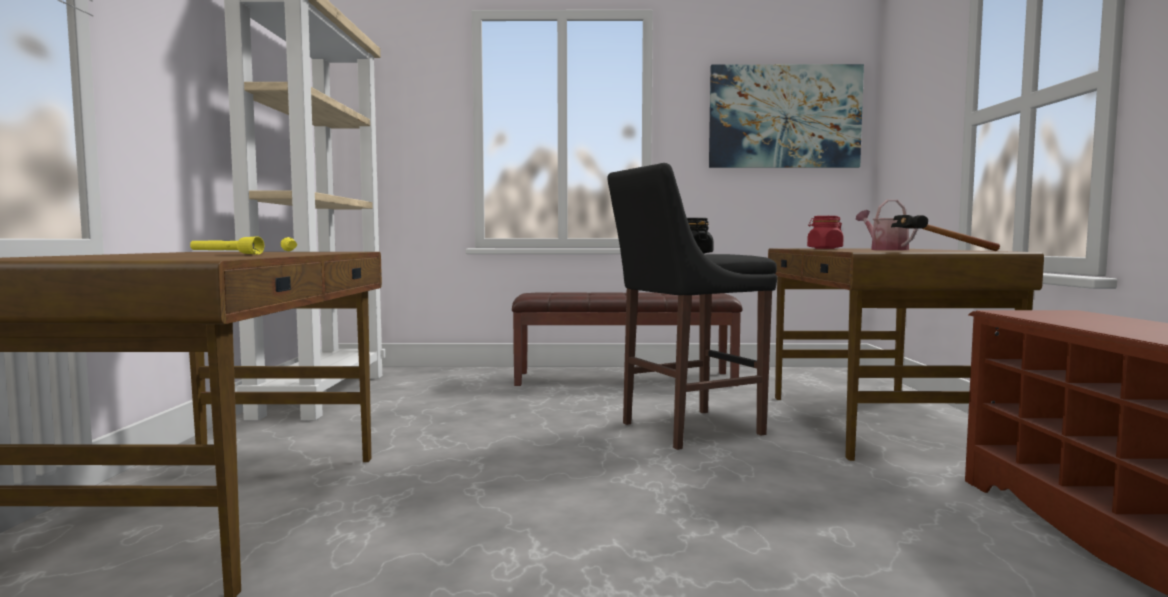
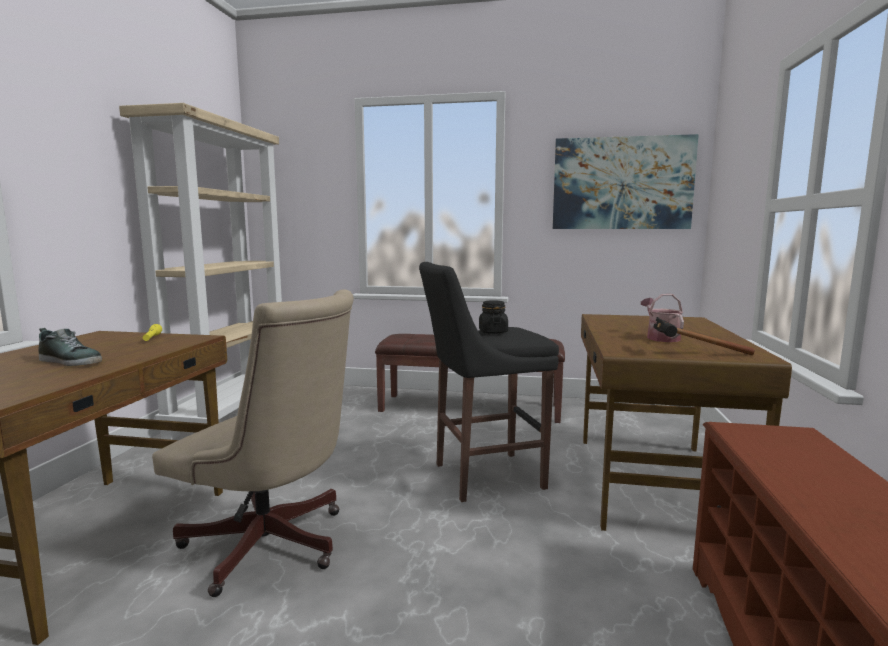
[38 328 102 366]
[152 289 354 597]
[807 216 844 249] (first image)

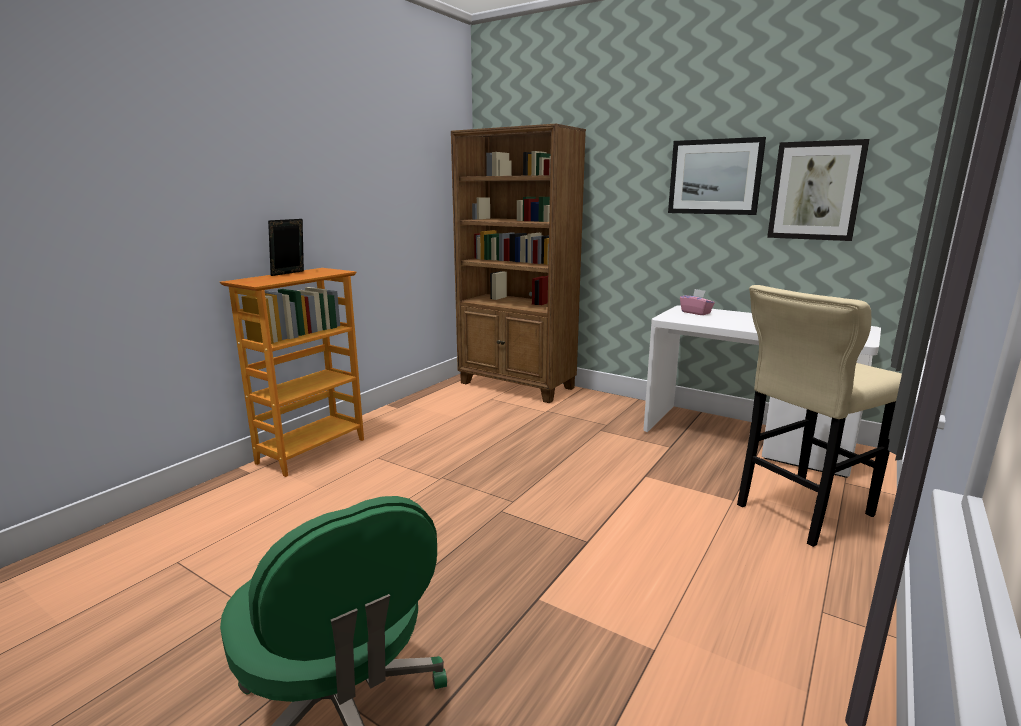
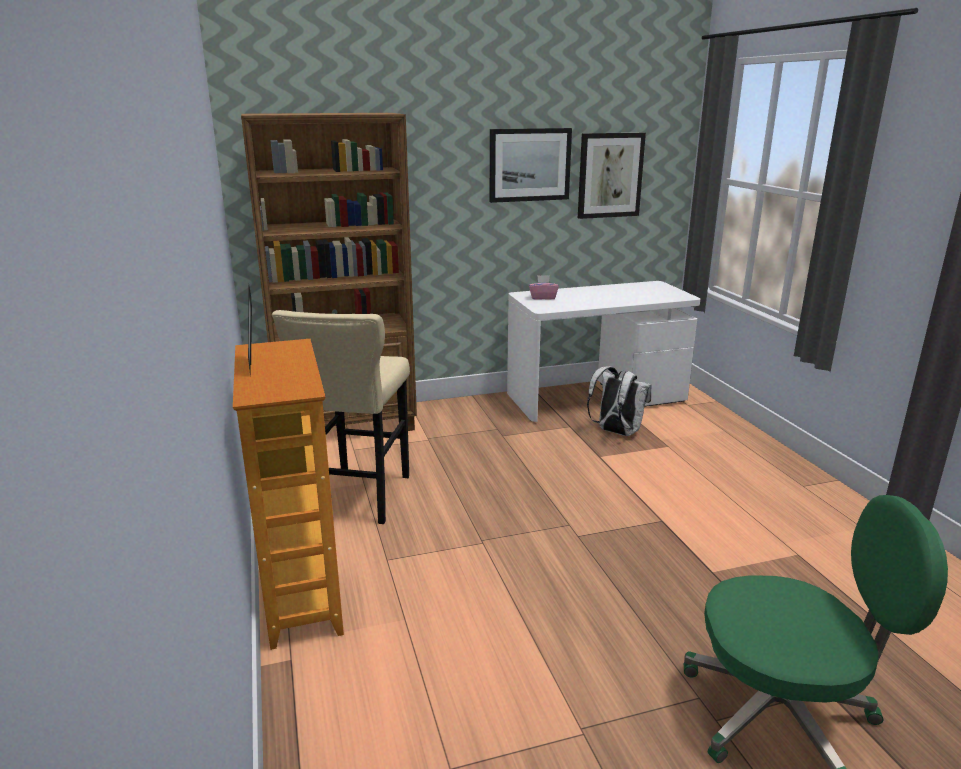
[272 310 410 524]
[587 366 652 436]

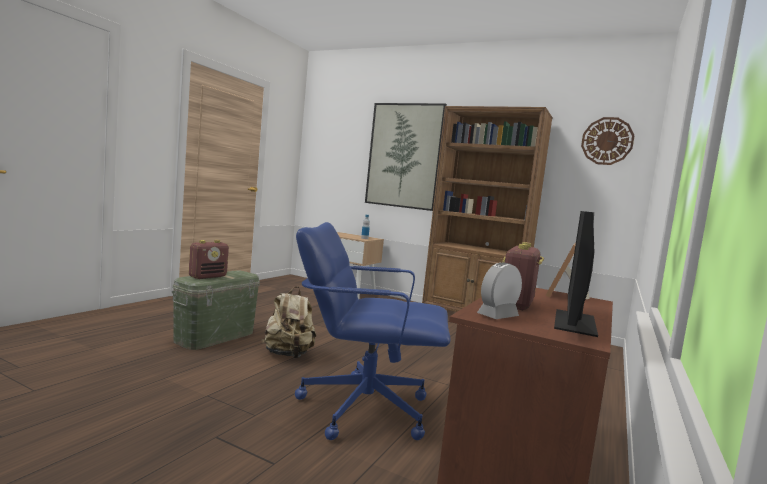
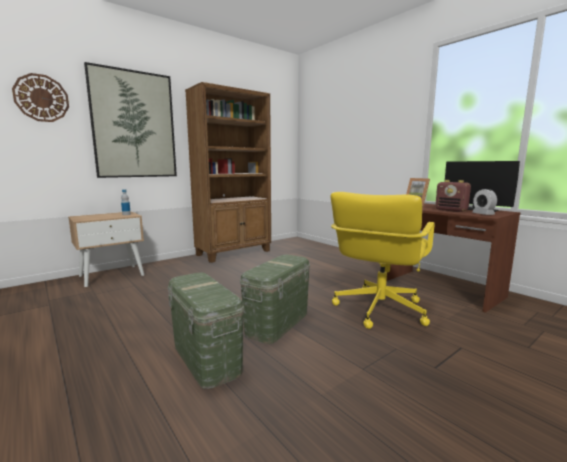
[12 73 69 122]
[240 255 310 344]
[331 192 435 329]
[189 240 229 279] (first image)

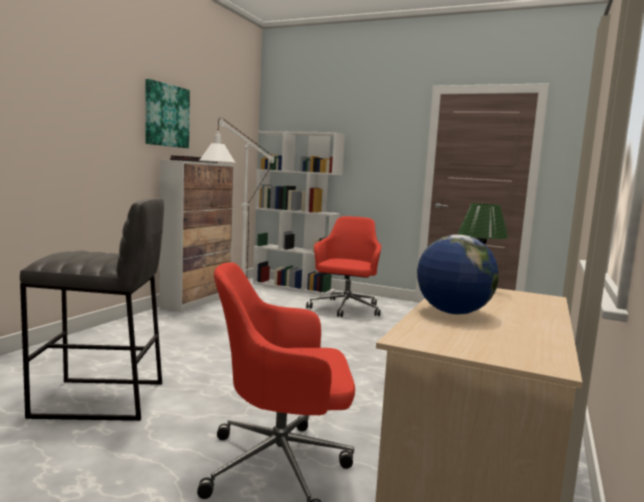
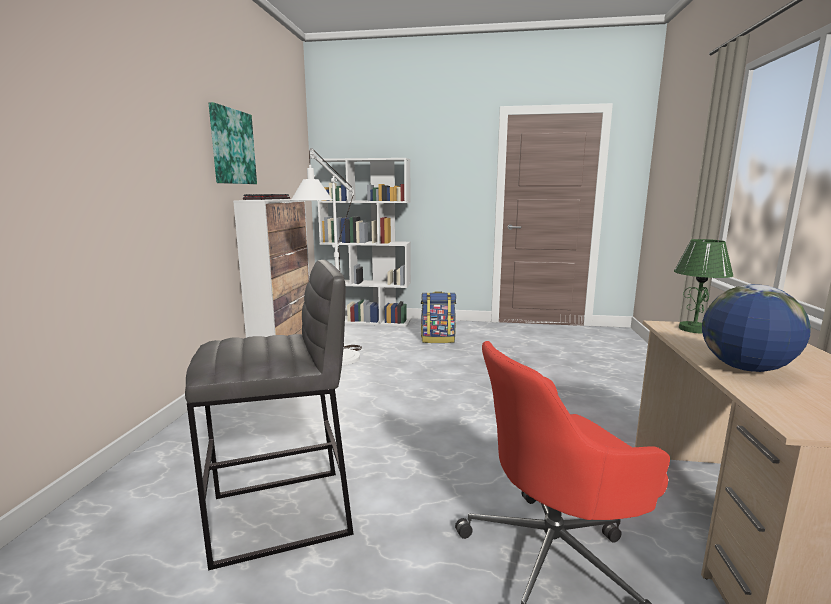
[421 291 456 343]

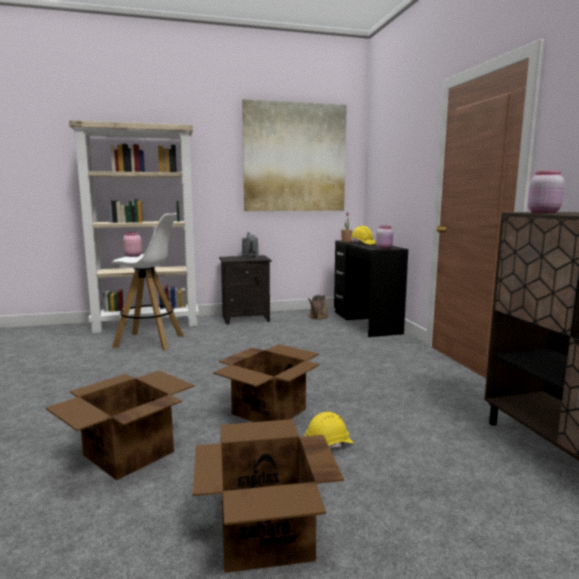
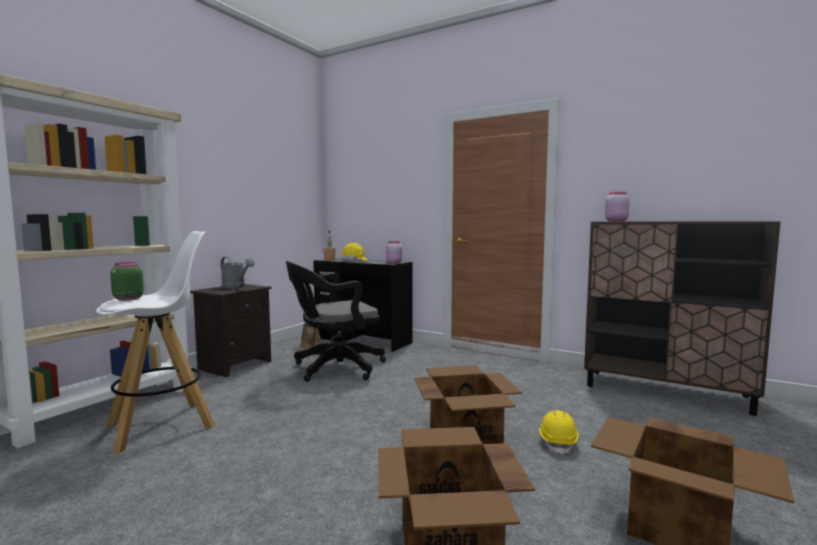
[110 262 144 301]
[286 261 386 382]
[242 99 347 211] (first image)

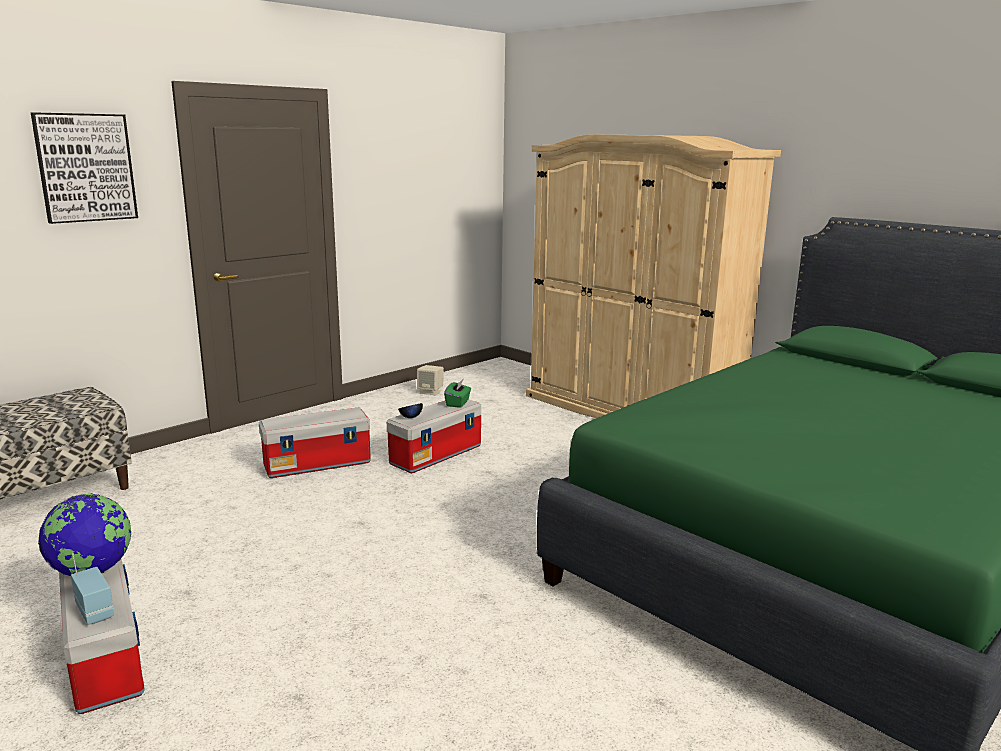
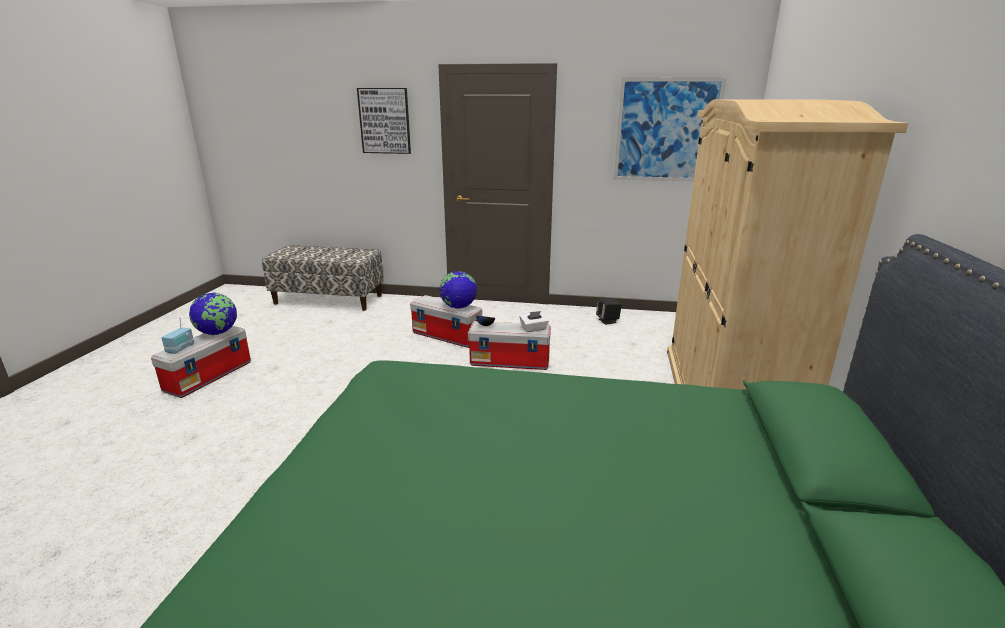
[439 271 477 309]
[520 311 549 332]
[596 298 622 325]
[614 77 727 182]

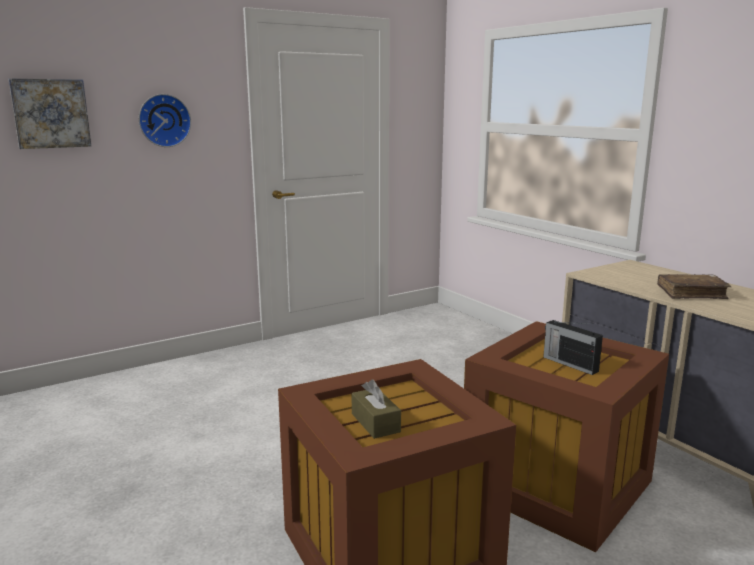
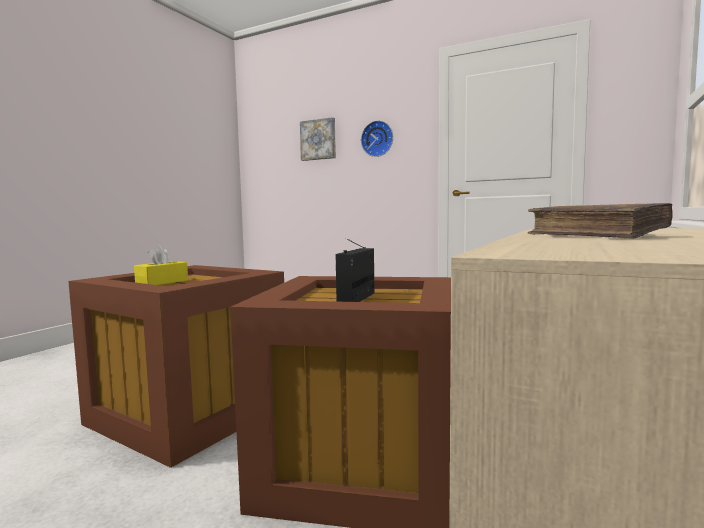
[134 245 188 285]

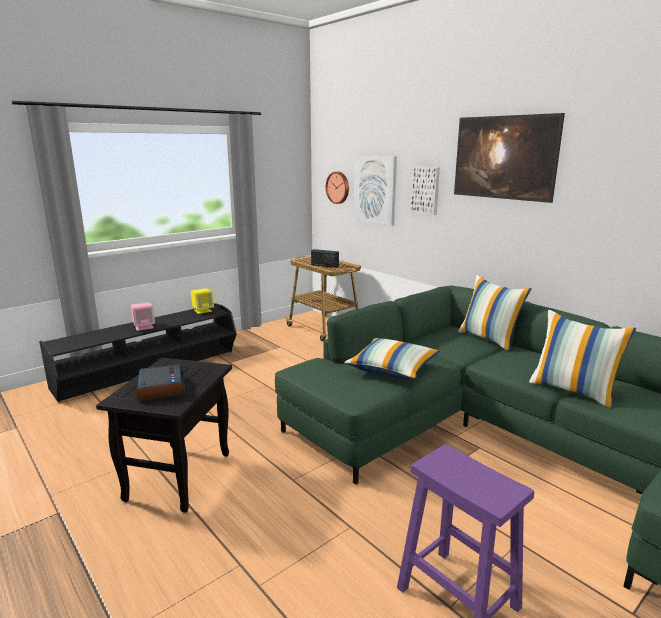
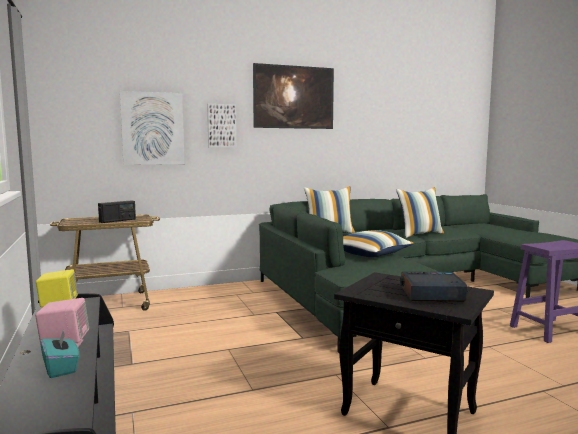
[40 331 79 378]
[326 172 349 204] (first image)

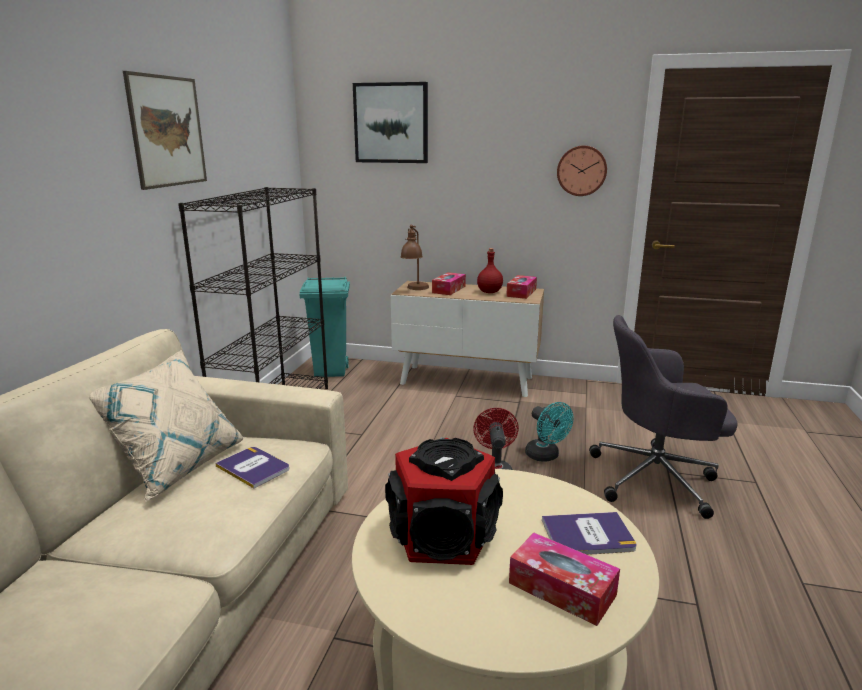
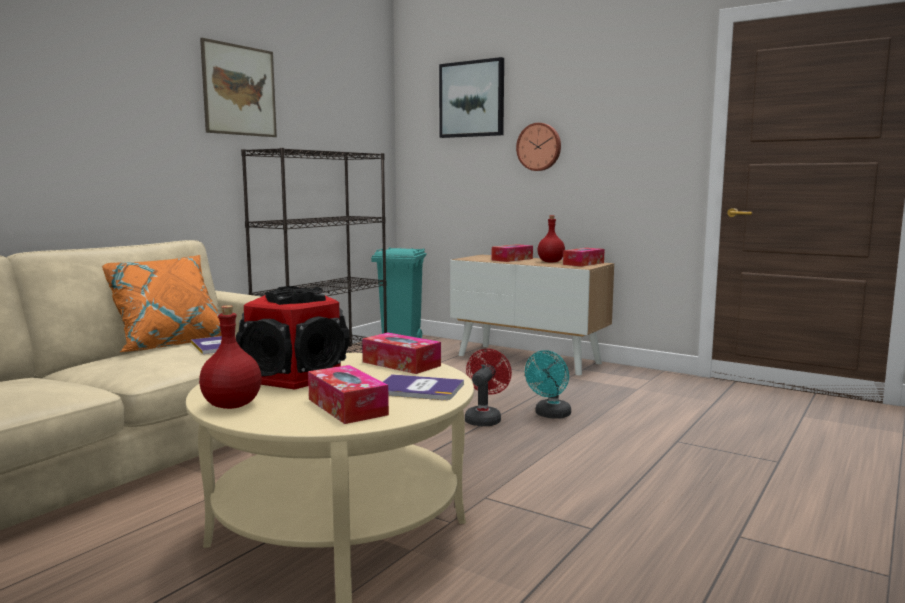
[102 255 222 352]
[199 305 262 409]
[362 333 441 374]
[516 123 561 171]
[525 350 571 419]
[400 225 429 290] (first image)
[589 315 738 519] (first image)

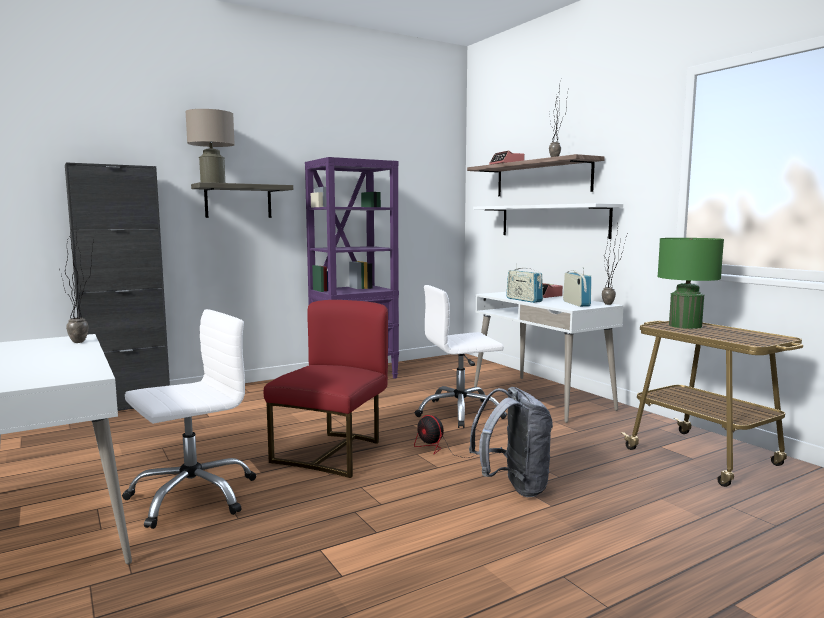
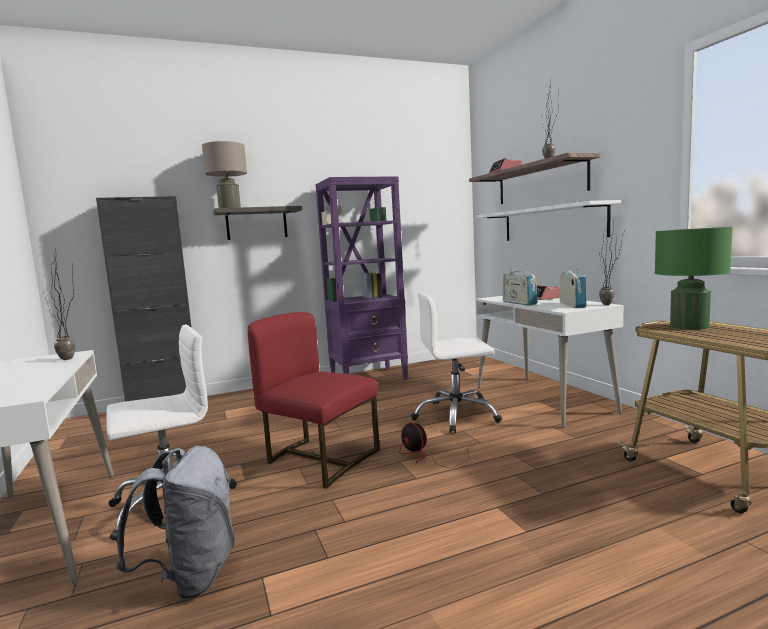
[116 446 235 600]
[248 312 380 489]

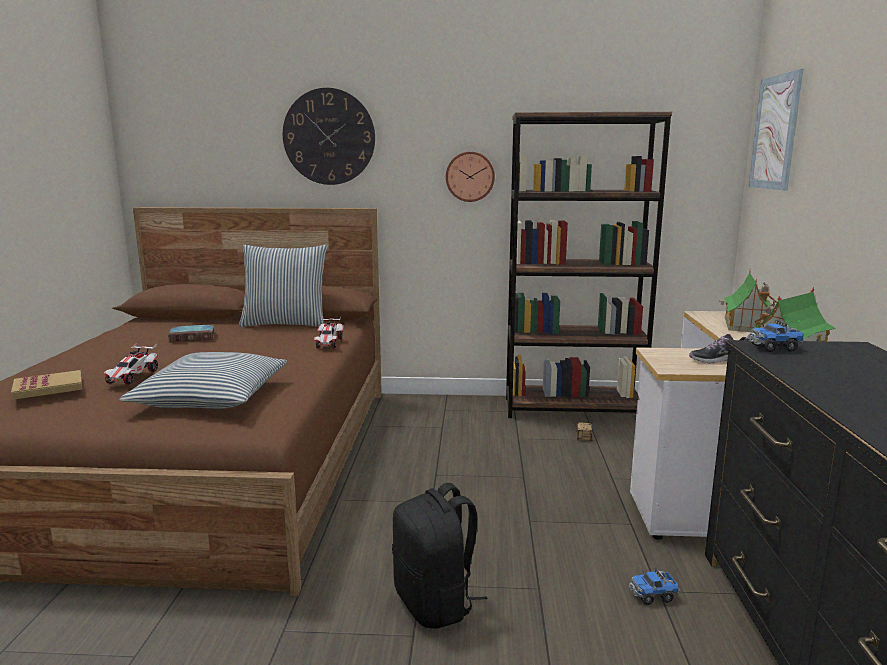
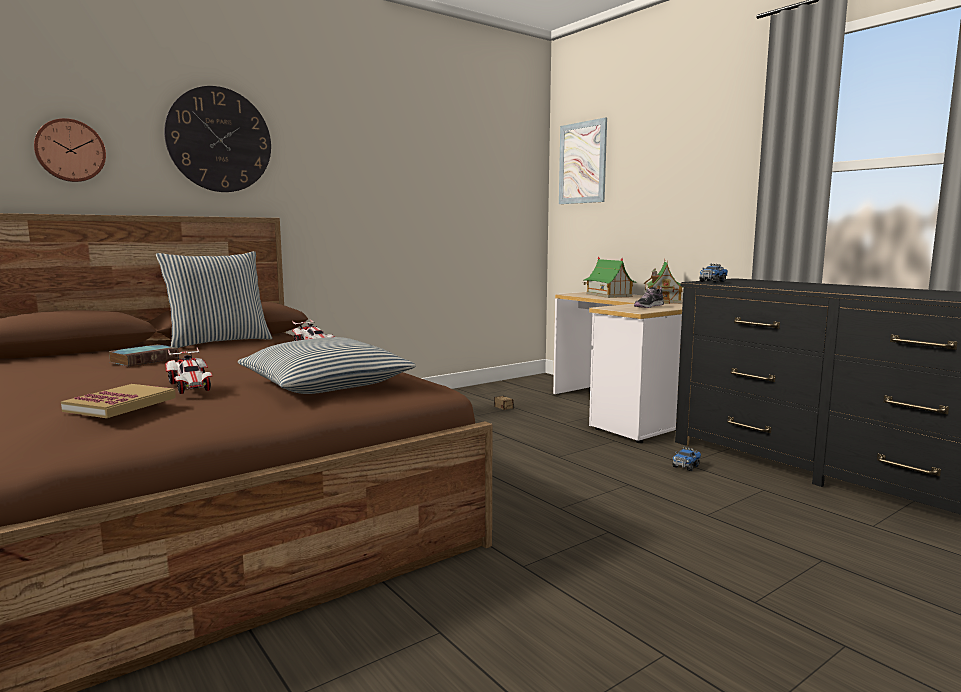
[34 118 106 182]
[392 483 488 629] (first image)
[506 112 672 418] (first image)

